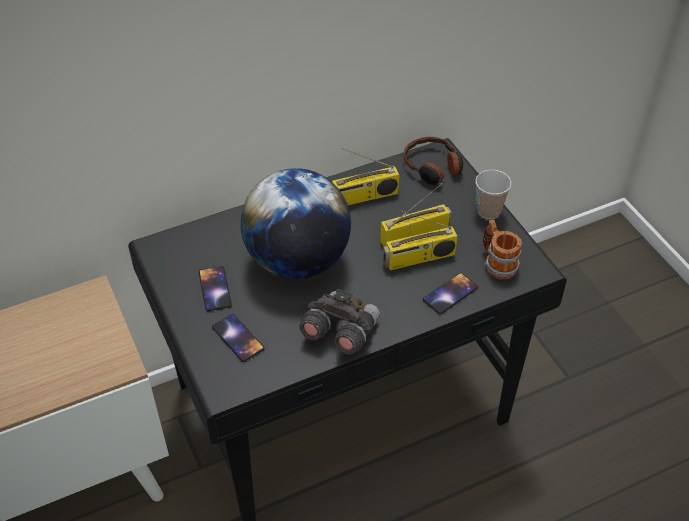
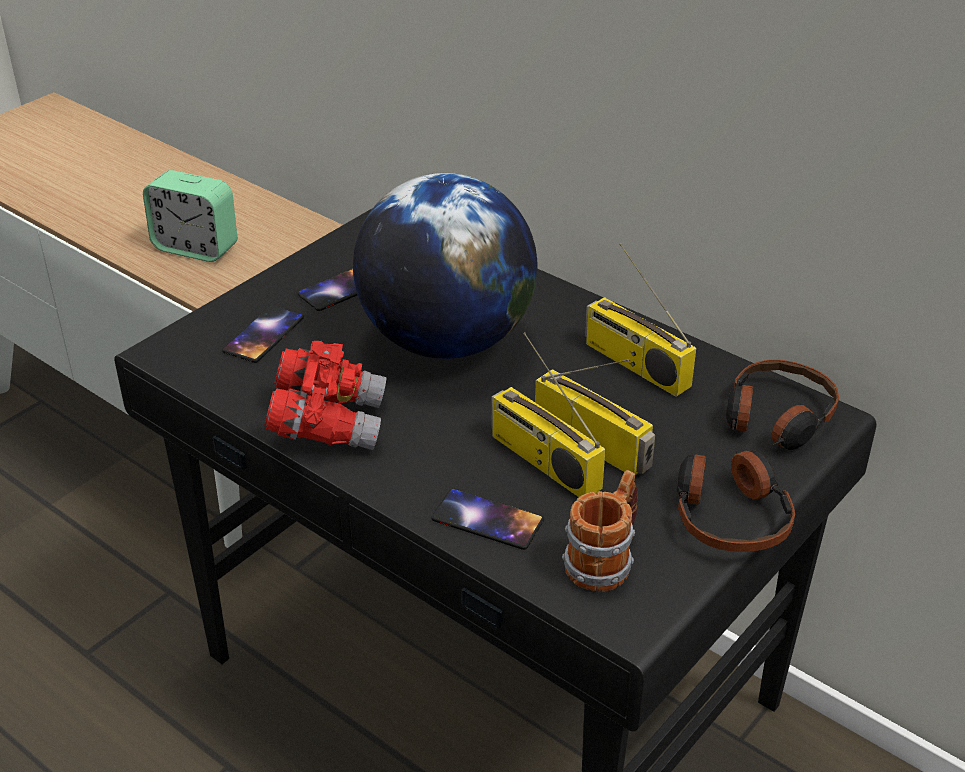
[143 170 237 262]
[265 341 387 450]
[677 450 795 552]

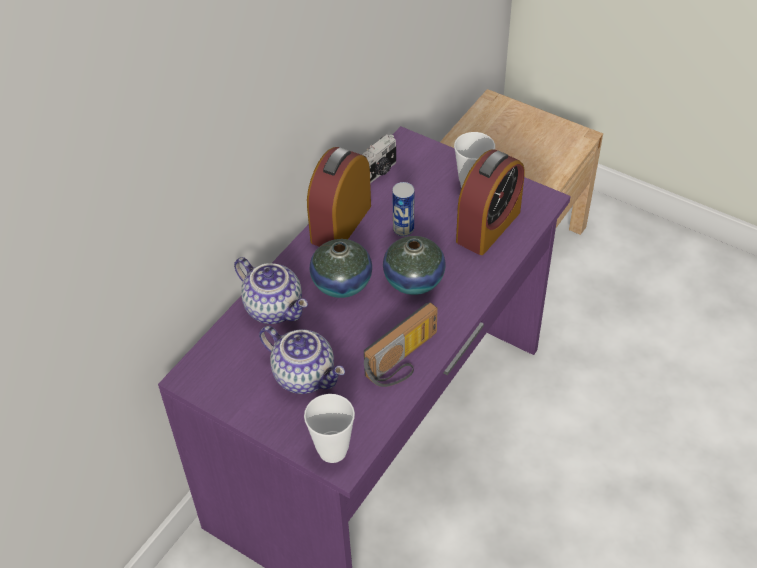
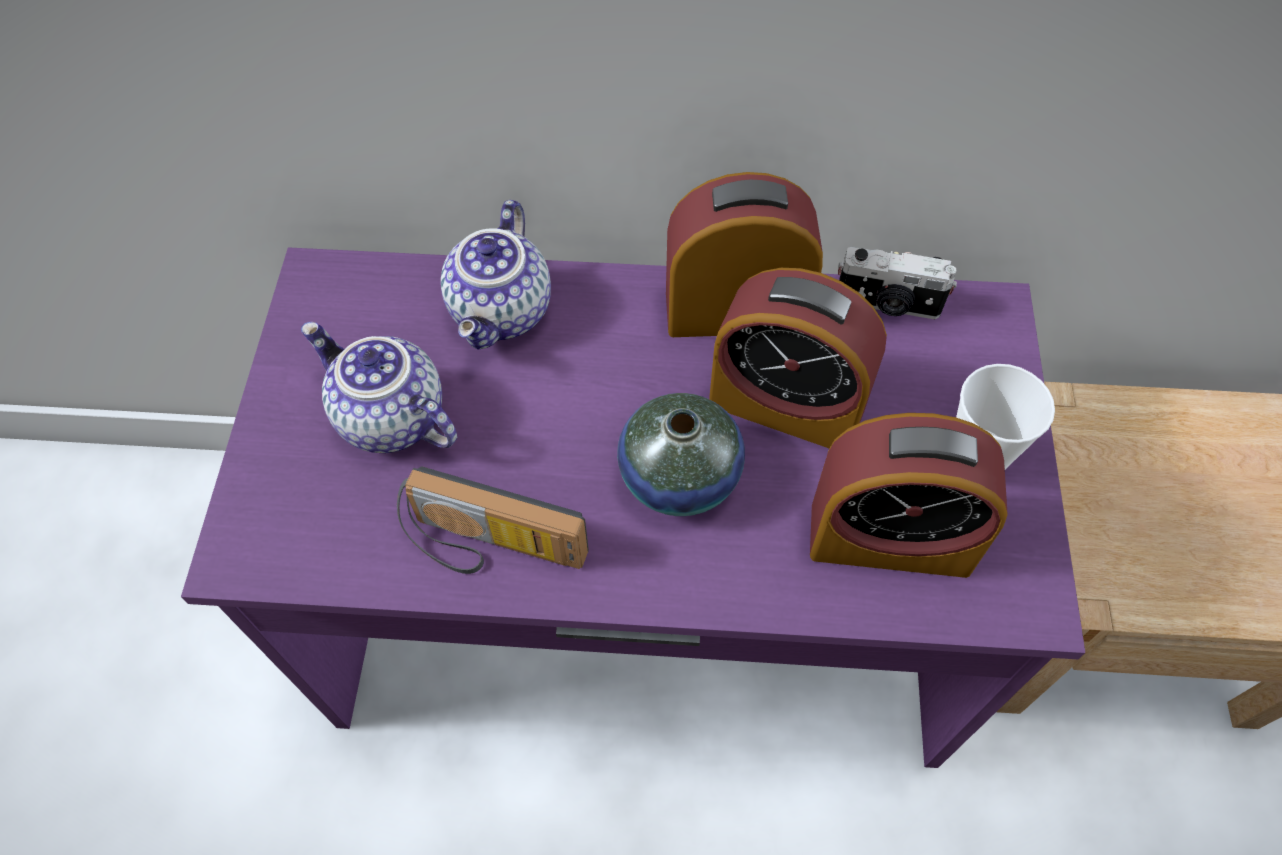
[301 322 457 453]
[709 268 887 448]
[304 394 355 463] (first image)
[310 239 372 298] (first image)

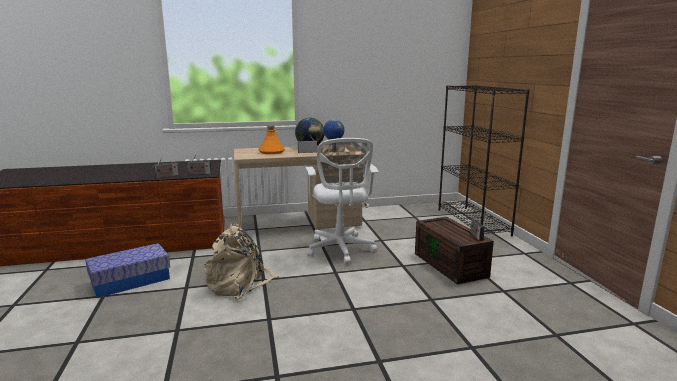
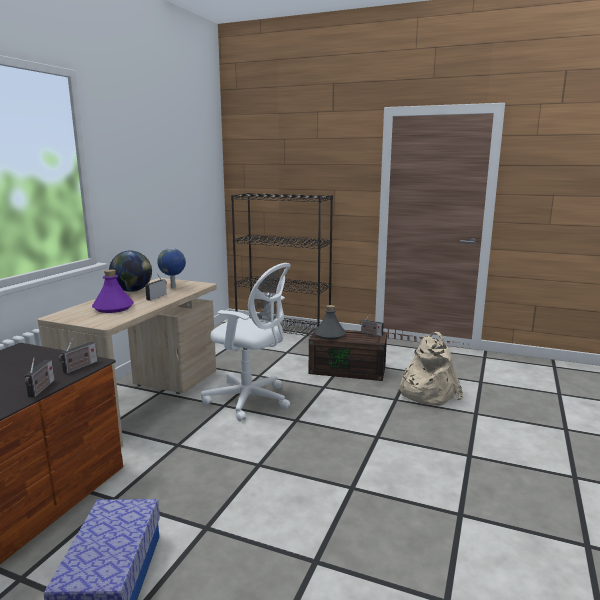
[92 270 134 313]
[315 305 346 340]
[398 332 463 406]

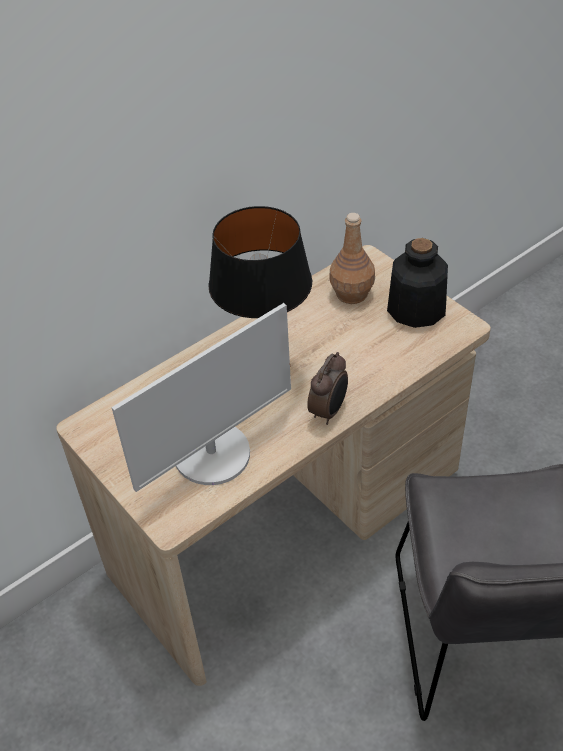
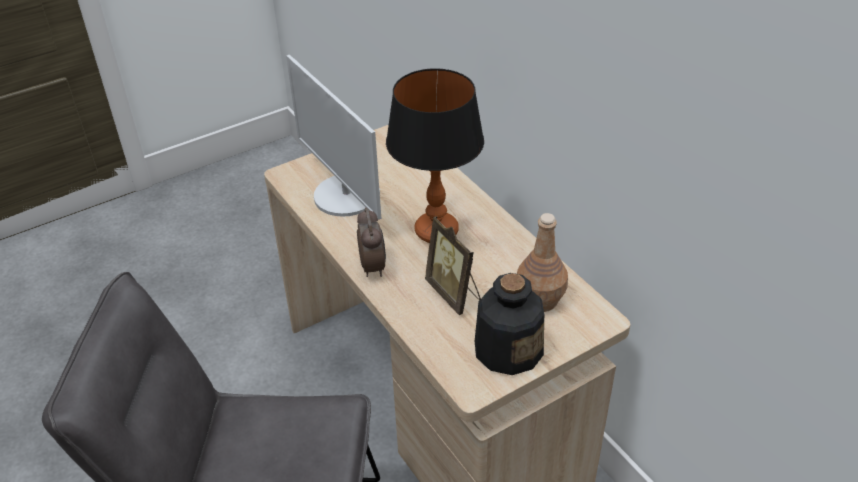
[357 207 386 277]
[425 216 481 315]

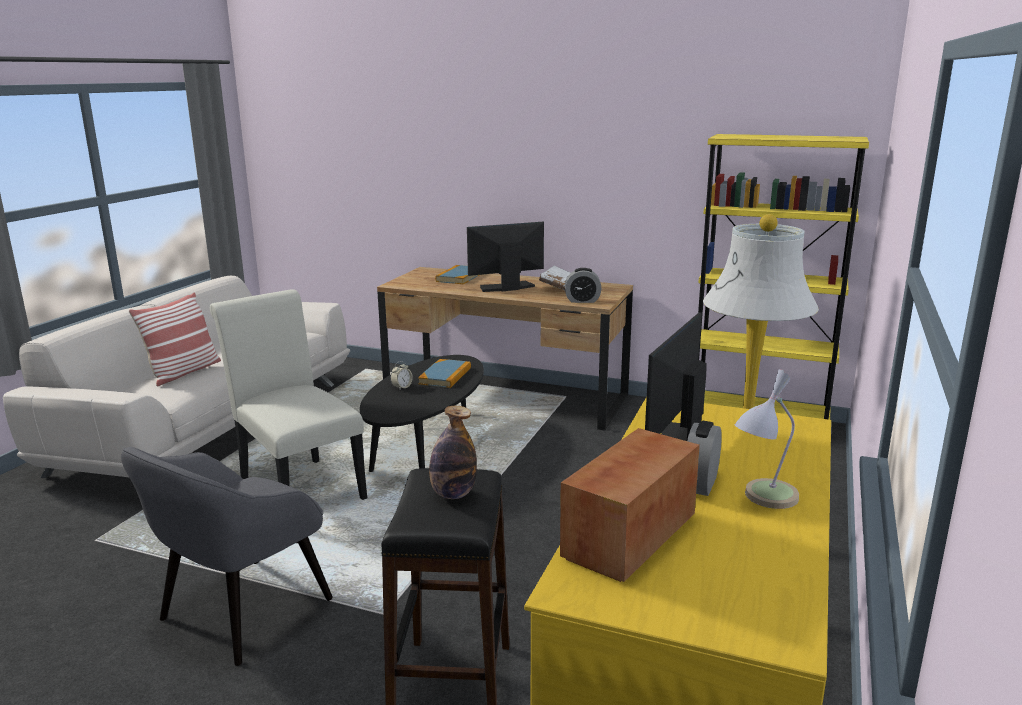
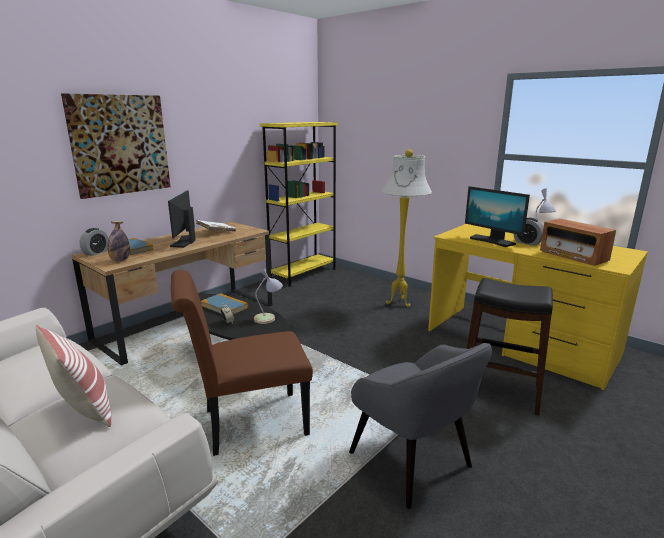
[61 93 171 199]
[80 228 109 256]
[107 221 130 261]
[171 270 313 456]
[254 267 283 324]

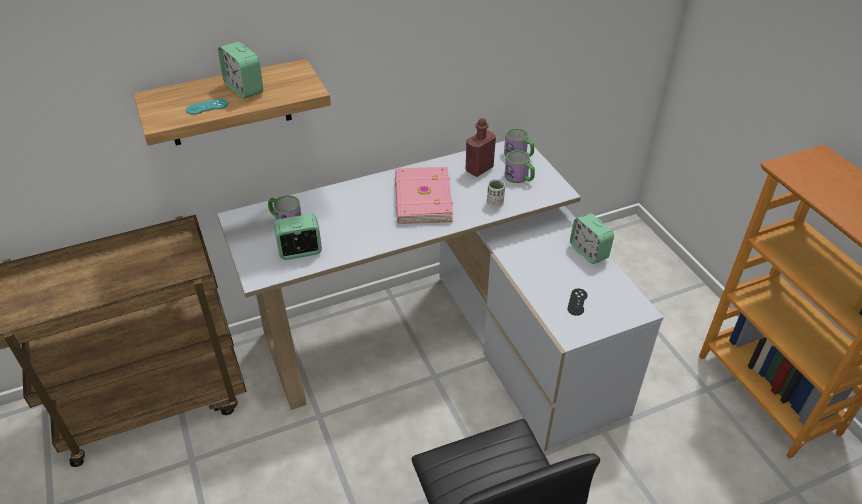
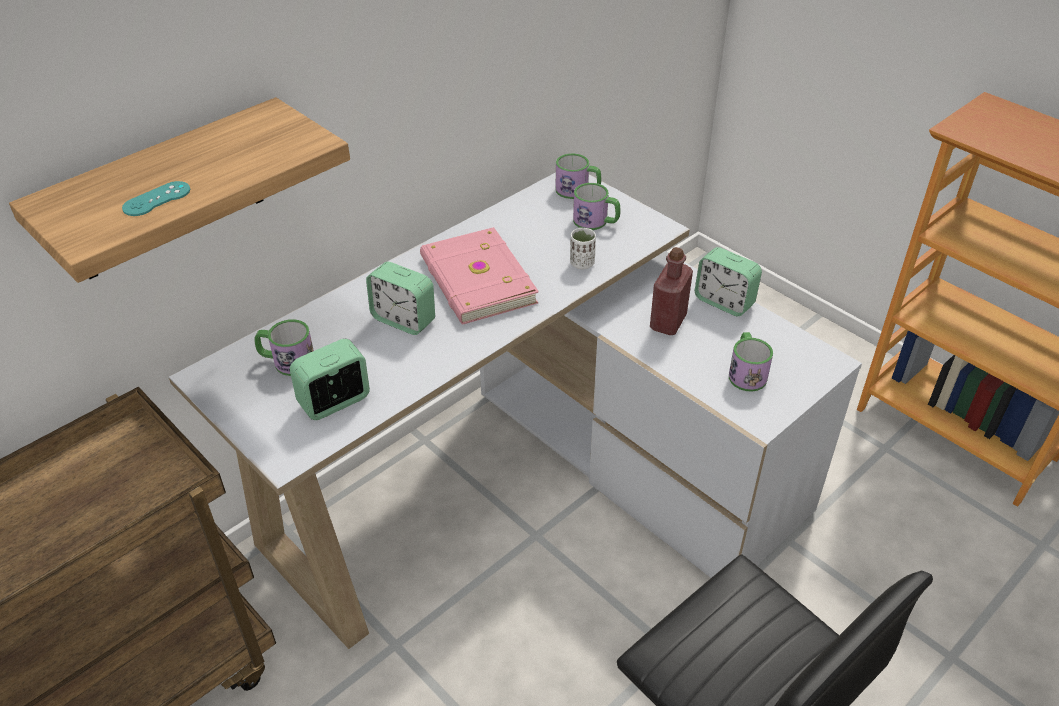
[366 262 435 335]
[650 247 693 335]
[729 332 773 392]

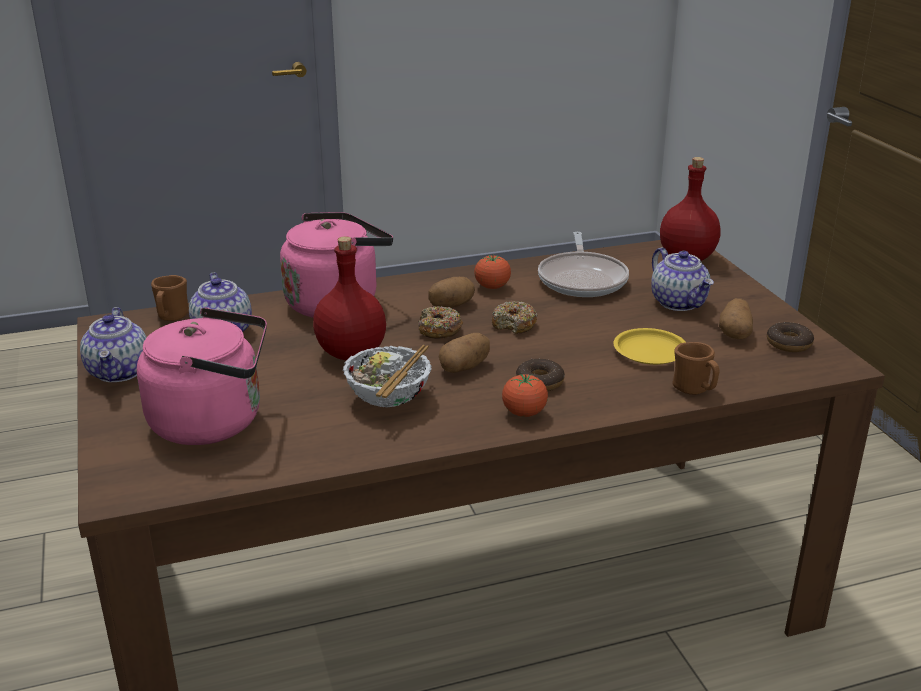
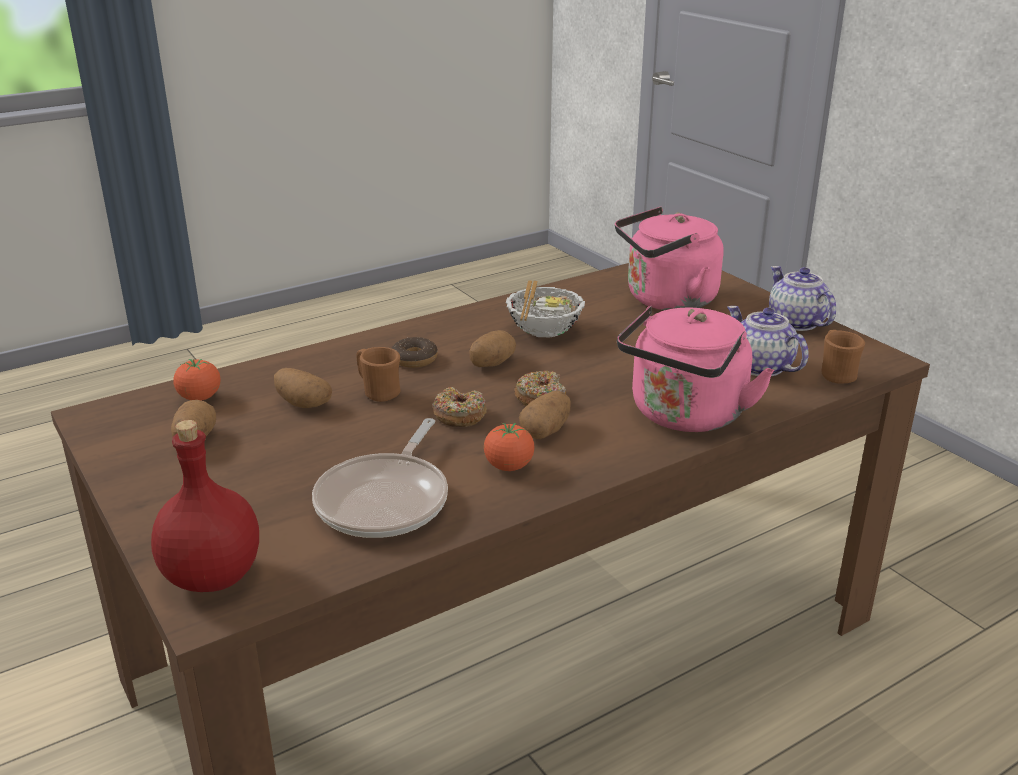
[173 359 220 401]
[274 368 332 408]
[312 418 448 538]
[356 347 401 402]
[313 236 386 360] (first image)
[651 247 714 311] (first image)
[767 322 814 352] (first image)

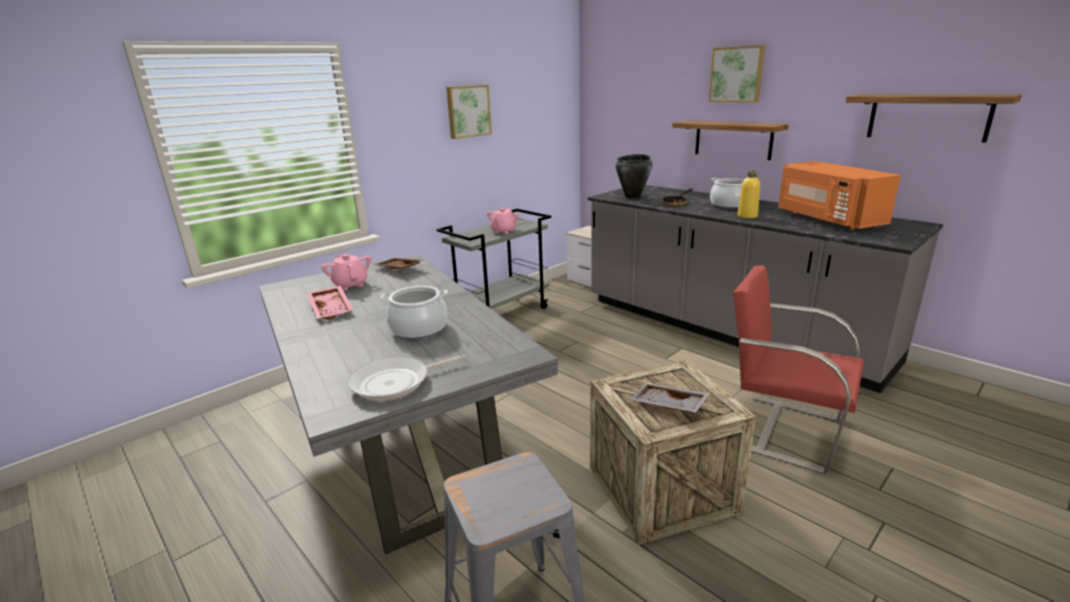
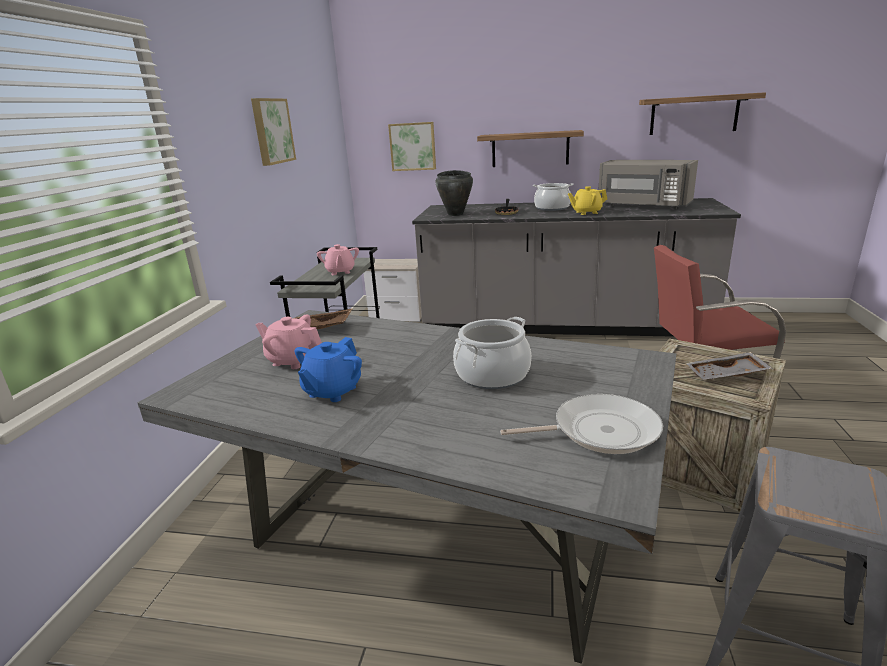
[295 337 362 402]
[388 122 436 171]
[500 394 663 454]
[568 186 607 215]
[599 160 698 209]

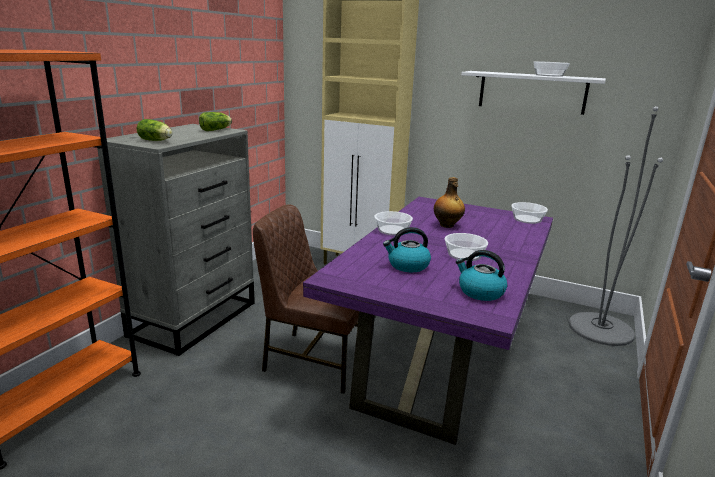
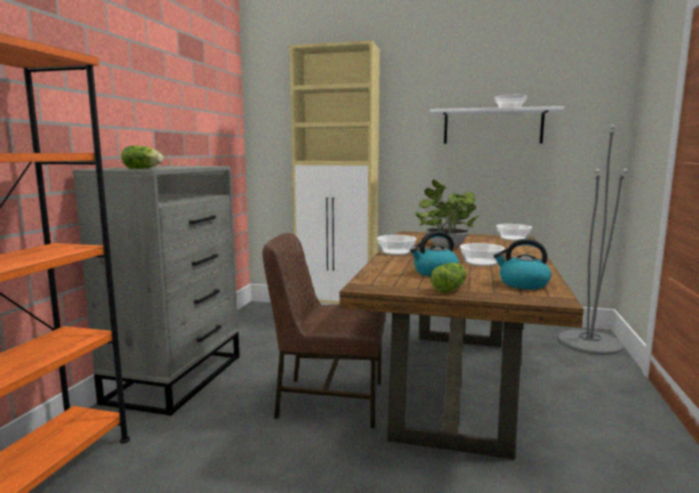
[339 231 584 460]
[414 179 480 248]
[431 263 466 293]

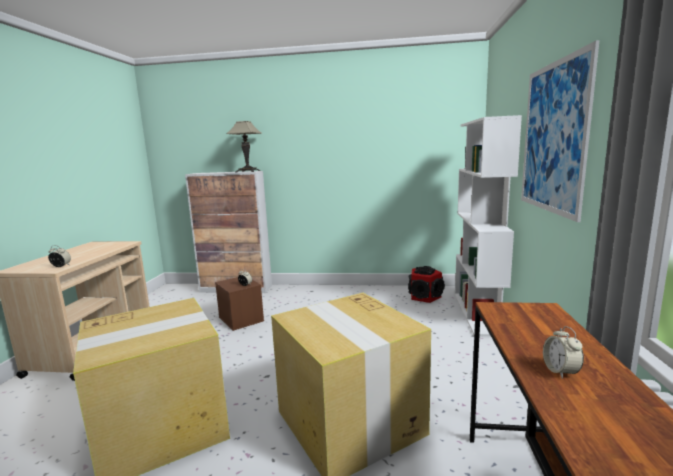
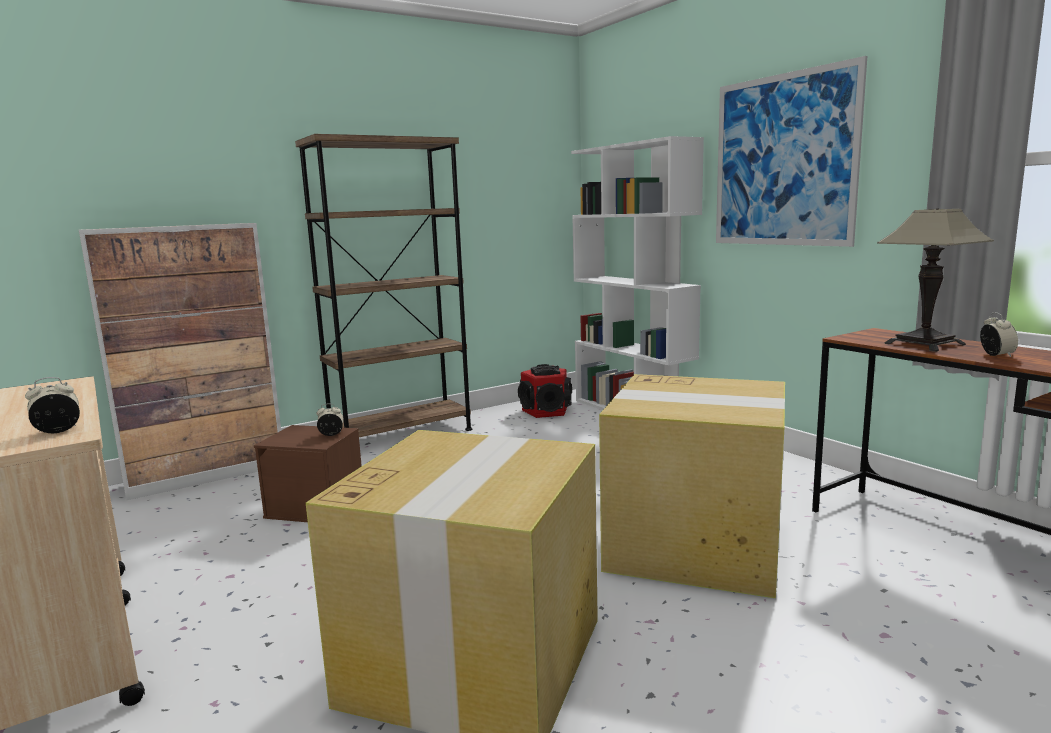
[295 134 473 437]
[877 208 994 352]
[980 312 1018 357]

